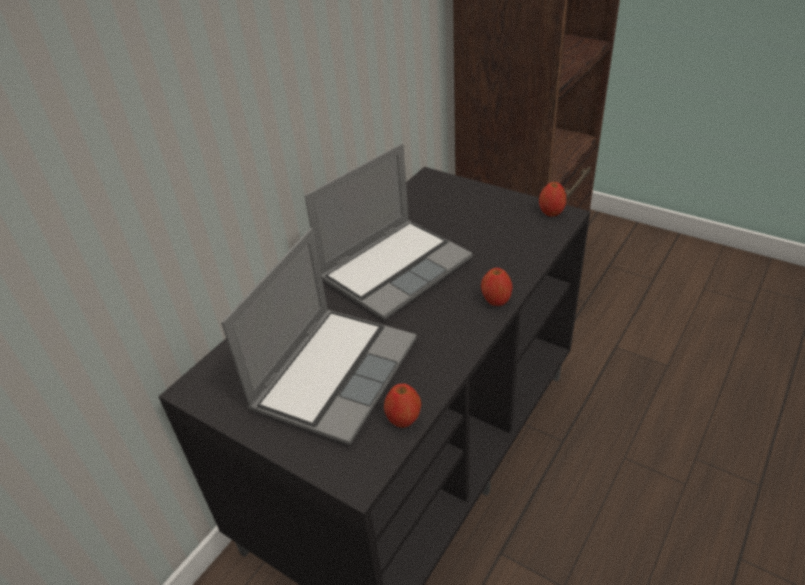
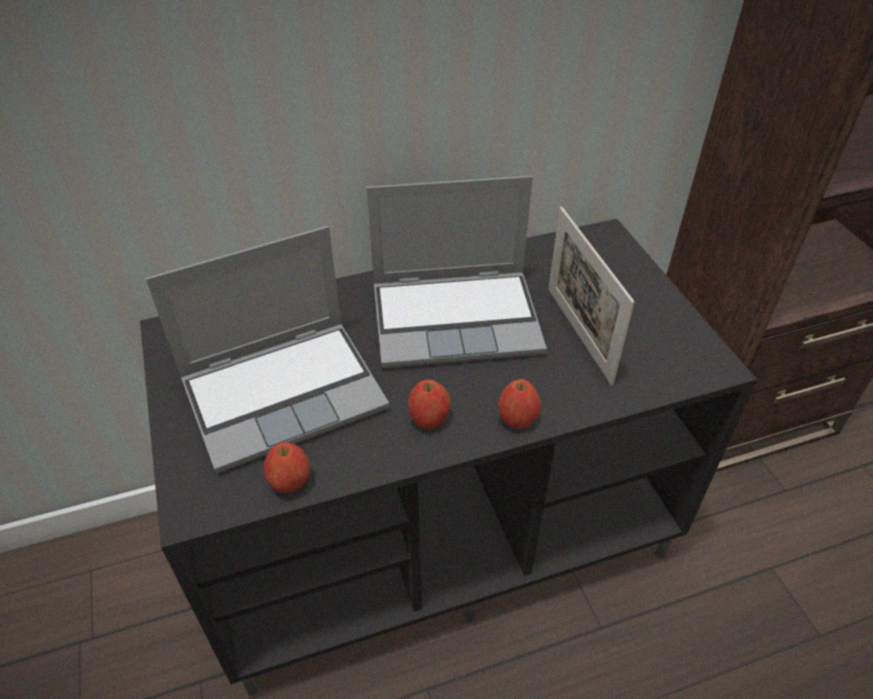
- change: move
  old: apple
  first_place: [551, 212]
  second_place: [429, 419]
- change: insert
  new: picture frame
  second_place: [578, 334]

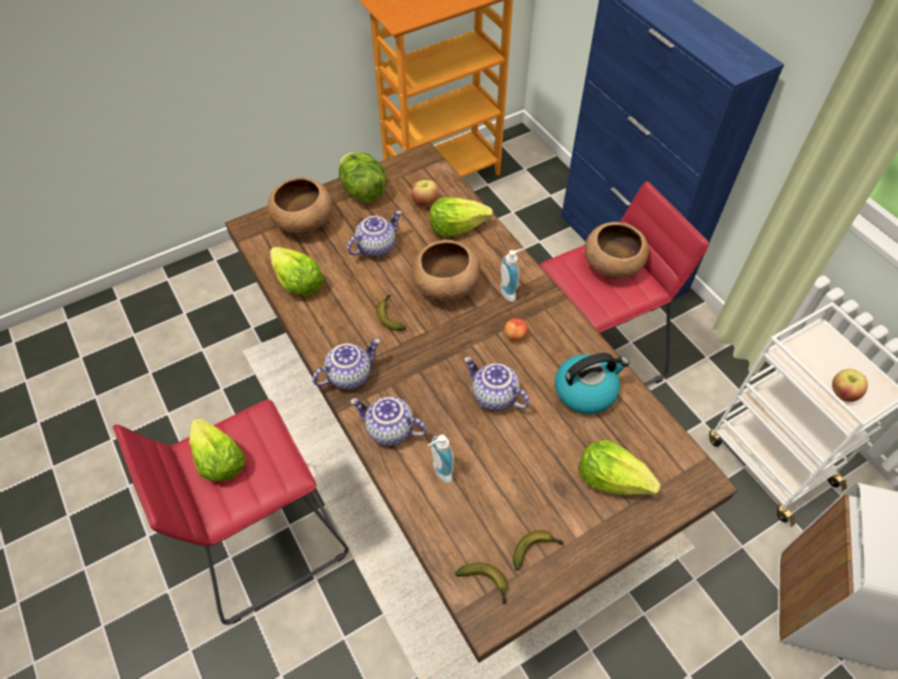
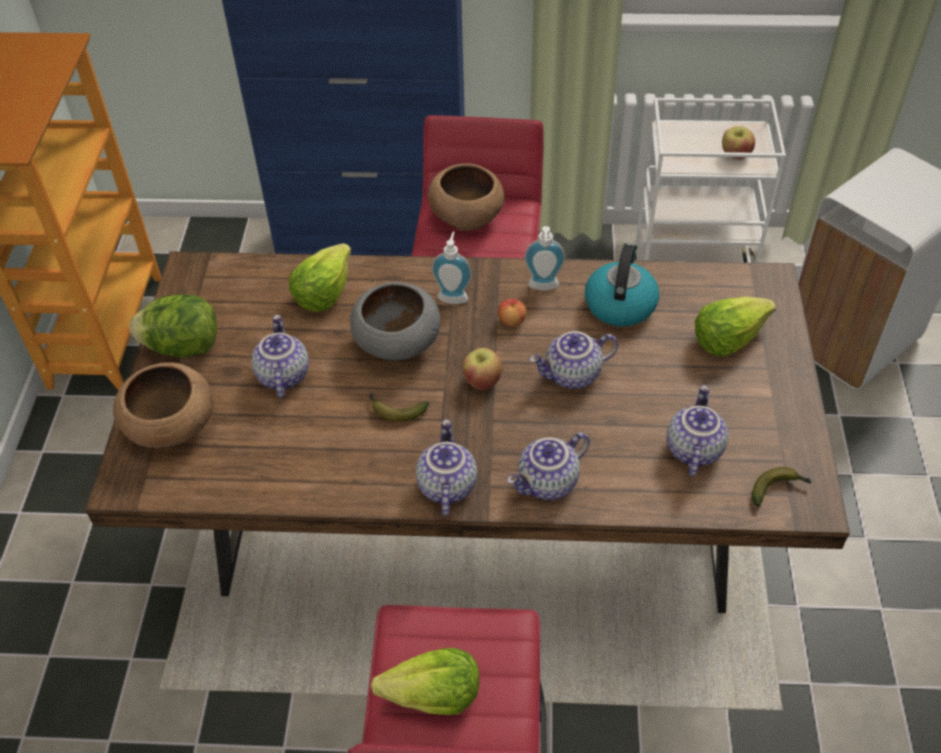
- change: delete
  old: lettuce
  first_place: [297, 282]
- change: move
  old: apple
  first_place: [425, 202]
  second_place: [482, 381]
- change: recolor
  old: brown bowl
  new: grey bowl
  first_place: [445, 286]
  second_place: [397, 343]
- change: move
  old: soap dispenser
  first_place: [439, 472]
  second_place: [543, 287]
- change: delete
  old: banana
  first_place: [536, 550]
- change: insert
  new: teapot
  second_place: [692, 449]

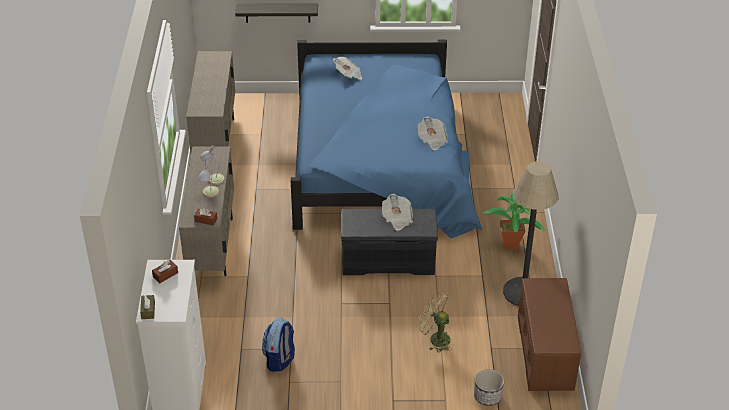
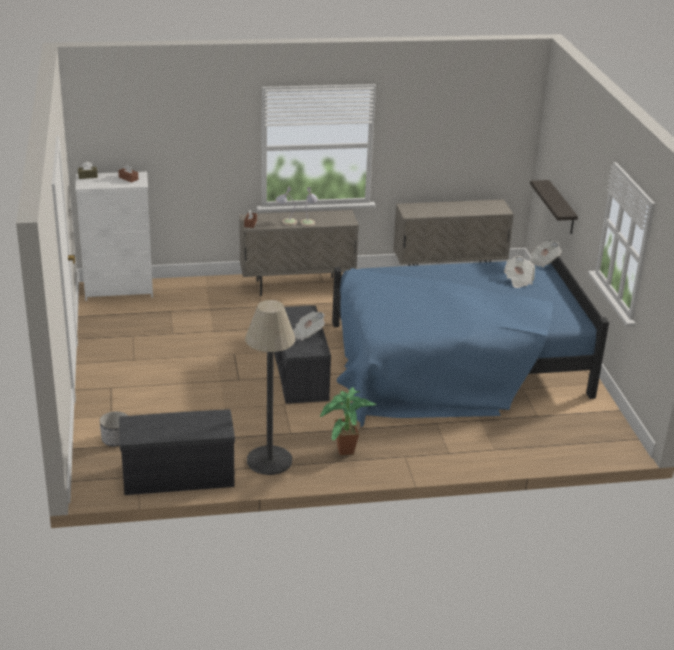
- change: delete
  old: backpack
  first_place: [279, 359]
- change: move
  old: newspaper
  first_place: [432, 140]
  second_place: [542, 261]
- change: delete
  old: green fan
  first_place: [435, 338]
- change: recolor
  old: brown bench
  new: grey bench
  first_place: [546, 353]
  second_place: [177, 476]

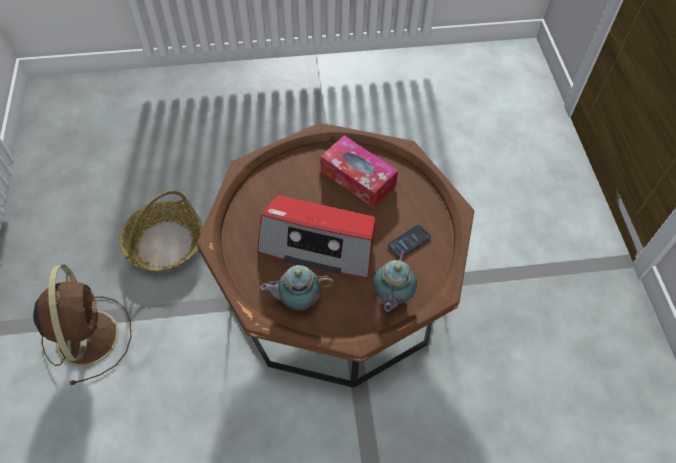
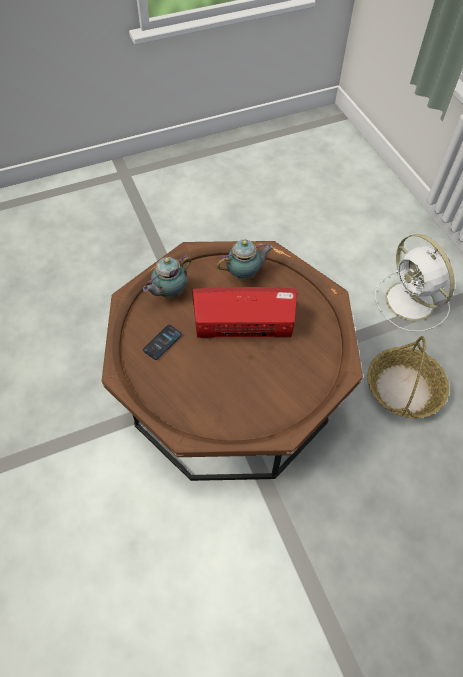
- change: recolor
  old: brown fan
  new: white fan
  first_place: [87, 335]
  second_place: [411, 303]
- change: delete
  old: tissue box
  first_place: [358, 178]
- change: rotate
  old: teapot
  first_place: [391, 297]
  second_place: [169, 293]
  degrees: -135

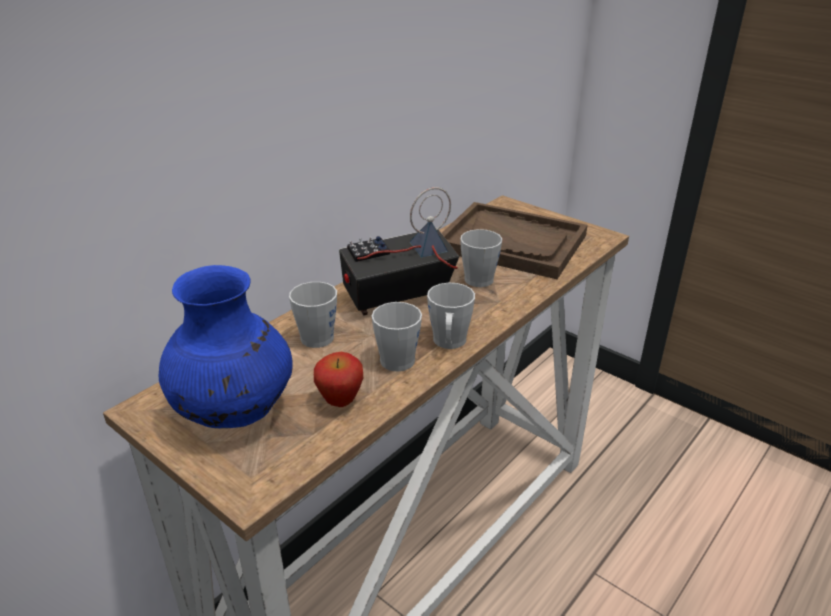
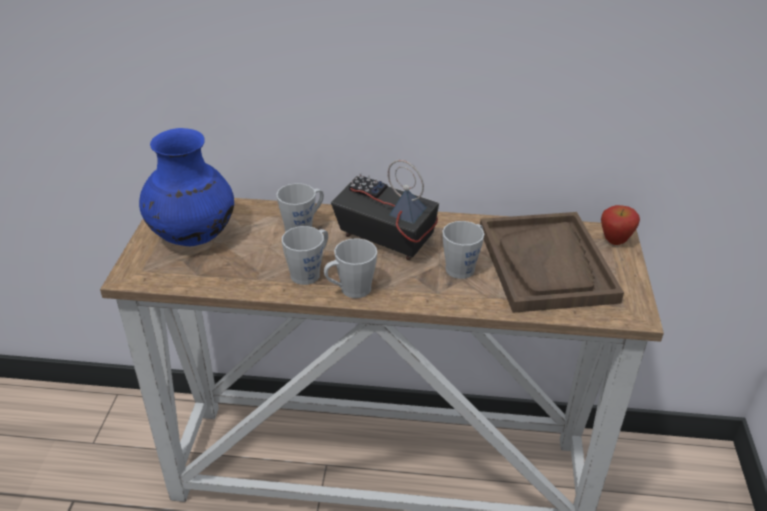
- change: move
  old: apple
  first_place: [340, 402]
  second_place: [614, 241]

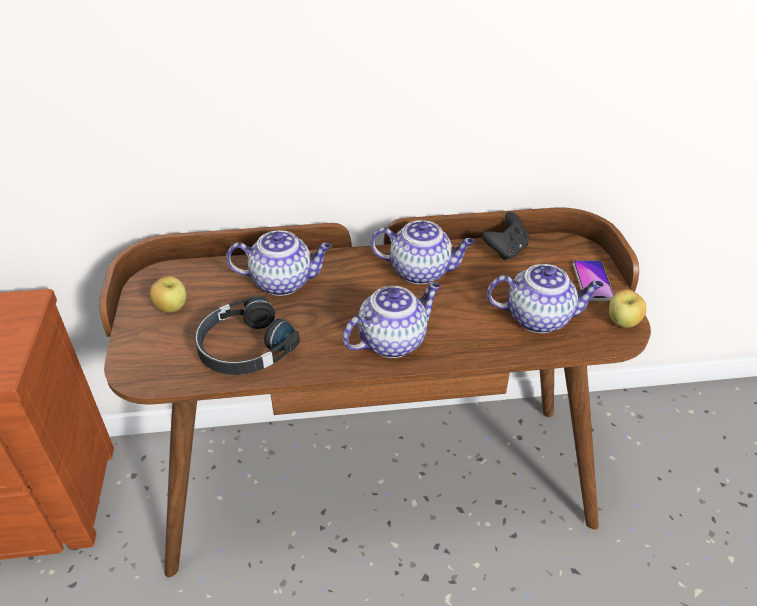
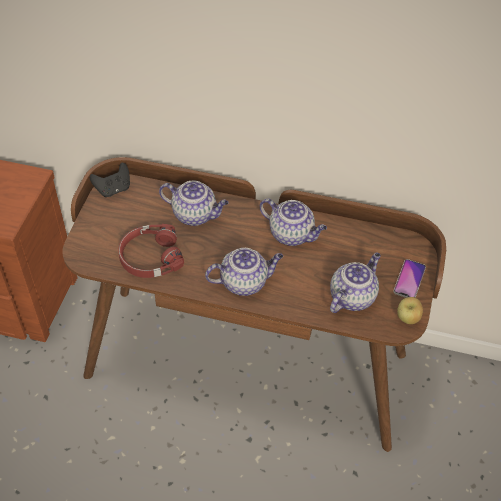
- change: delete
  old: apple
  first_place: [172, 308]
- change: recolor
  old: black headphones
  new: red headphones
  first_place: [244, 348]
  second_place: [150, 257]
- change: move
  old: black game controller
  first_place: [506, 250]
  second_place: [113, 189]
- change: rotate
  old: teapot
  first_place: [539, 318]
  second_place: [352, 296]
  degrees: -75

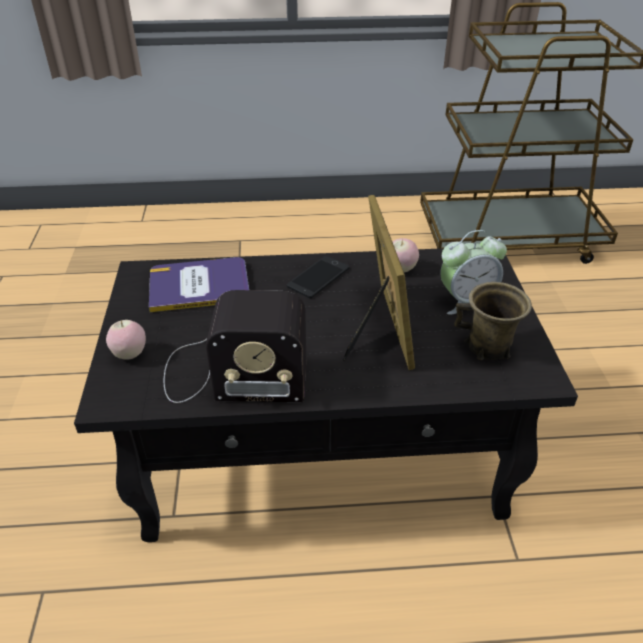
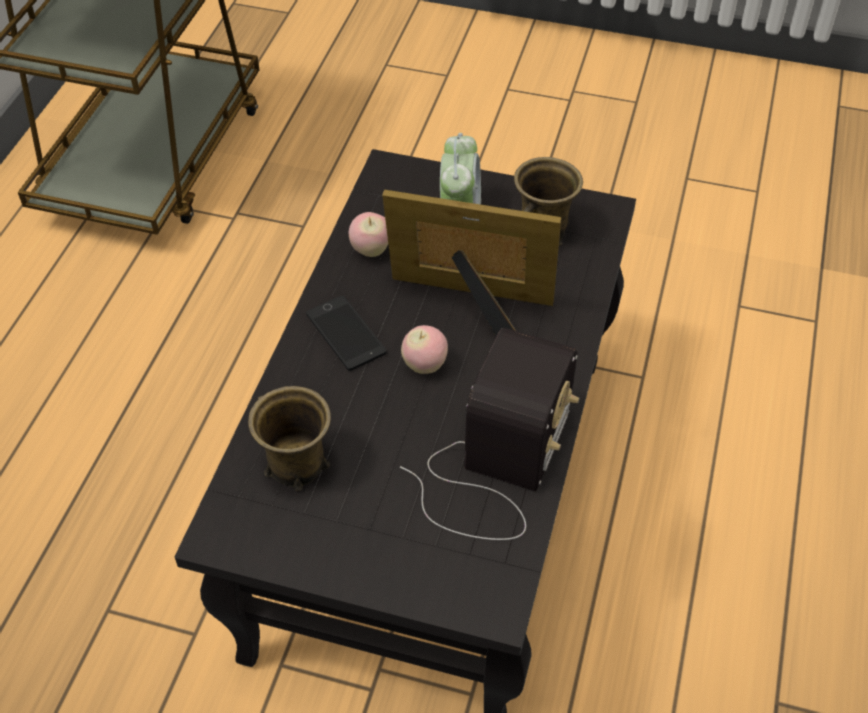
- change: move
  old: apple
  first_place: [130, 354]
  second_place: [424, 365]
- change: replace
  old: book
  new: brown mug
  first_place: [199, 285]
  second_place: [295, 465]

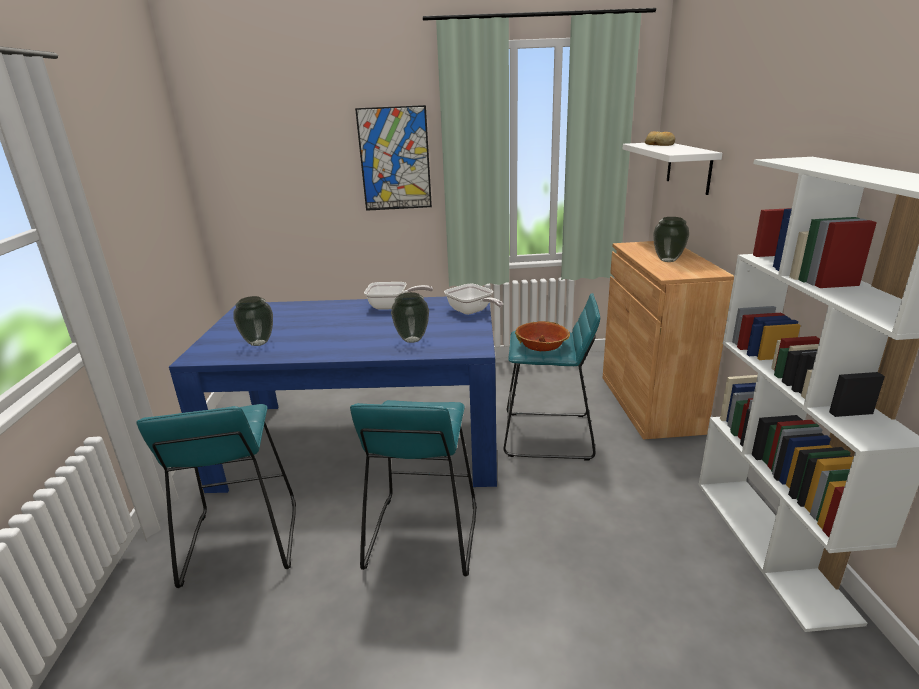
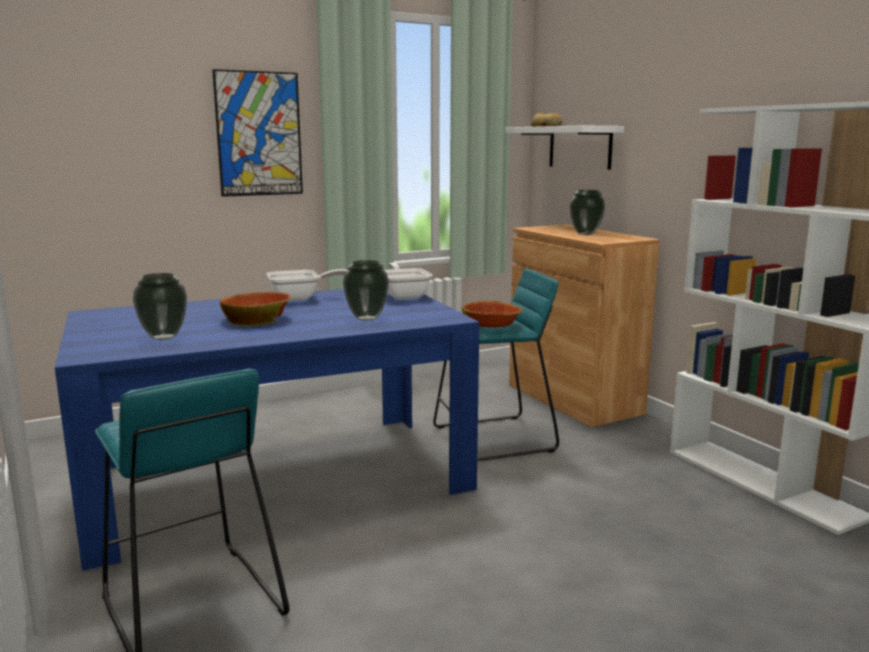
- change: delete
  old: turquoise stool
  first_place: [422, 535]
- change: rotate
  old: frying pan
  first_place: [472, 312]
  second_place: [404, 295]
  degrees: -135
- change: insert
  new: bowl
  second_place: [257, 319]

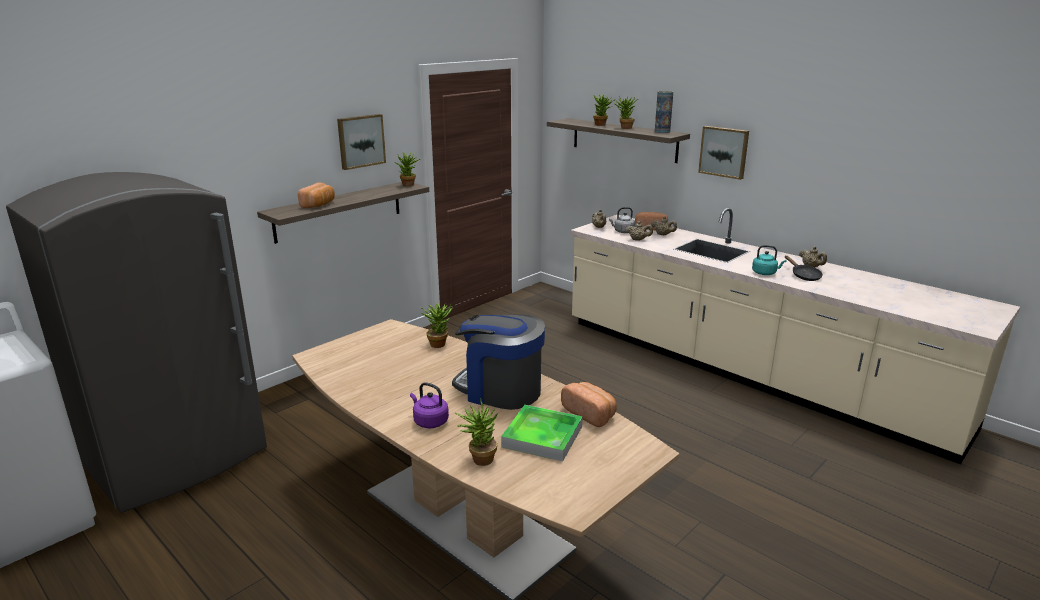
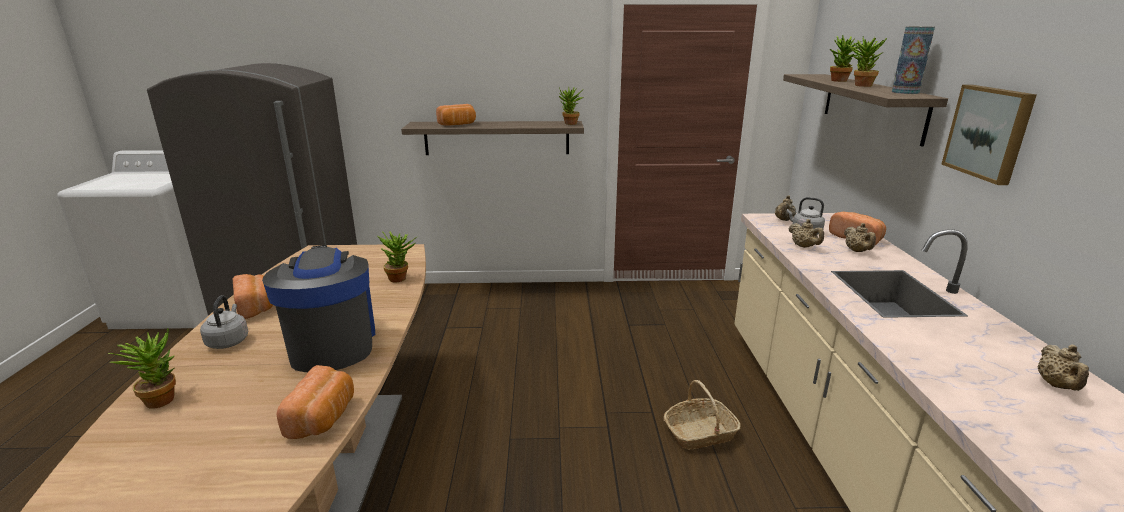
- change: delete
  old: picture
  first_place: [360, 141]
- change: recolor
  old: purple kettle
  new: grey kettle
  first_place: [429, 421]
  second_place: [228, 341]
- change: delete
  old: tray
  first_place: [542, 436]
- change: delete
  old: turquoise kettle
  first_place: [765, 273]
- change: delete
  old: black frying pan
  first_place: [803, 276]
- change: insert
  new: bread
  second_place: [257, 307]
- change: insert
  new: basket
  second_place: [700, 433]

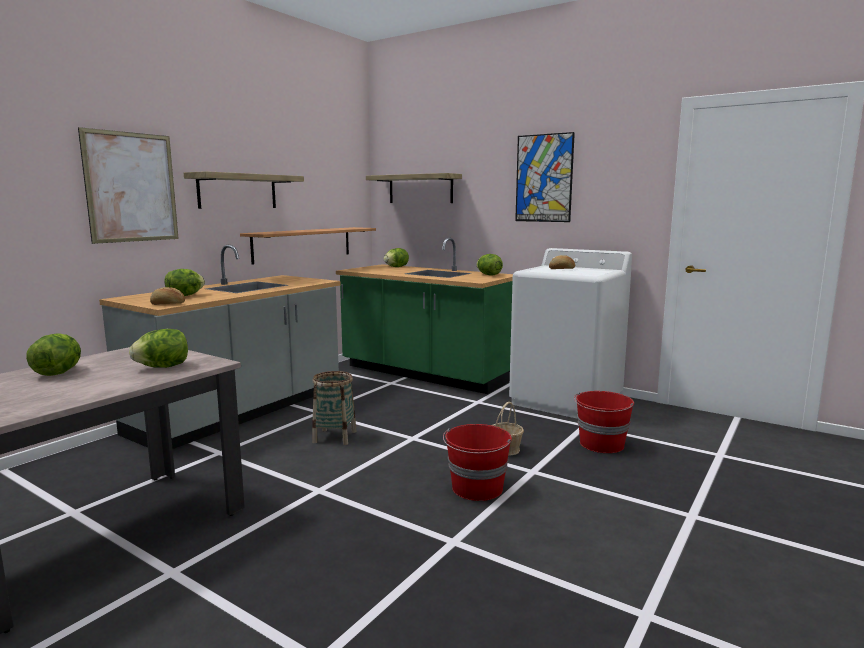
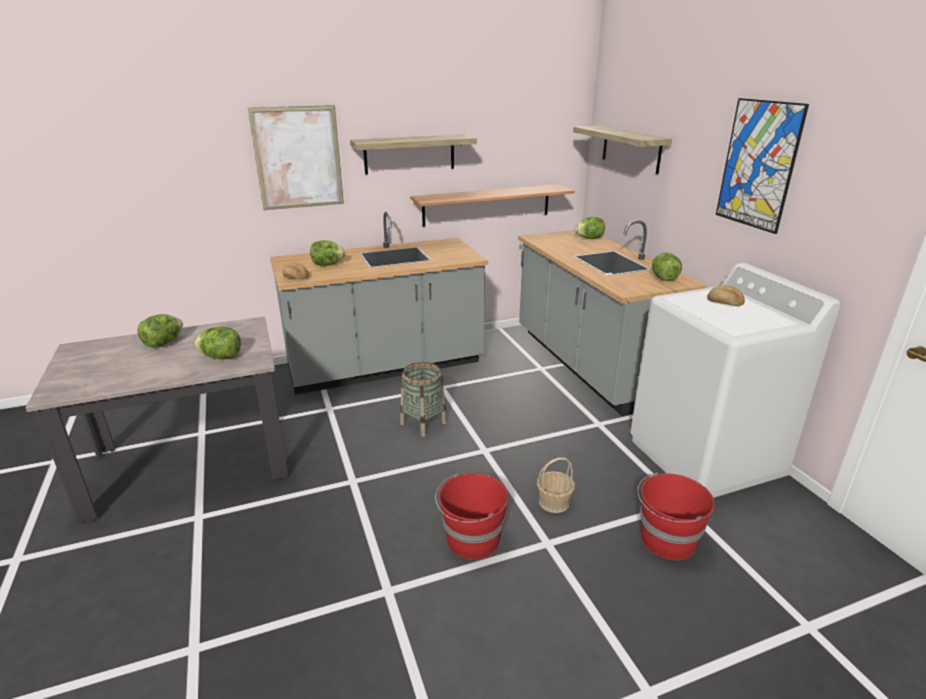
- change: recolor
  old: green counter
  new: grey counter
  first_place: [425, 373]
  second_place: [589, 364]

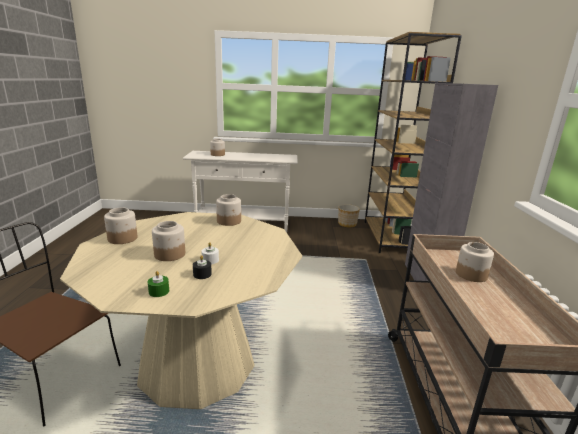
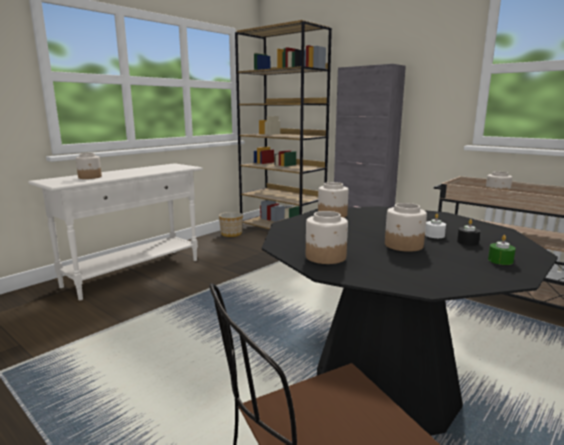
- change: recolor
  old: beige dining table
  new: black dining table
  first_place: [197, 362]
  second_place: [385, 386]

